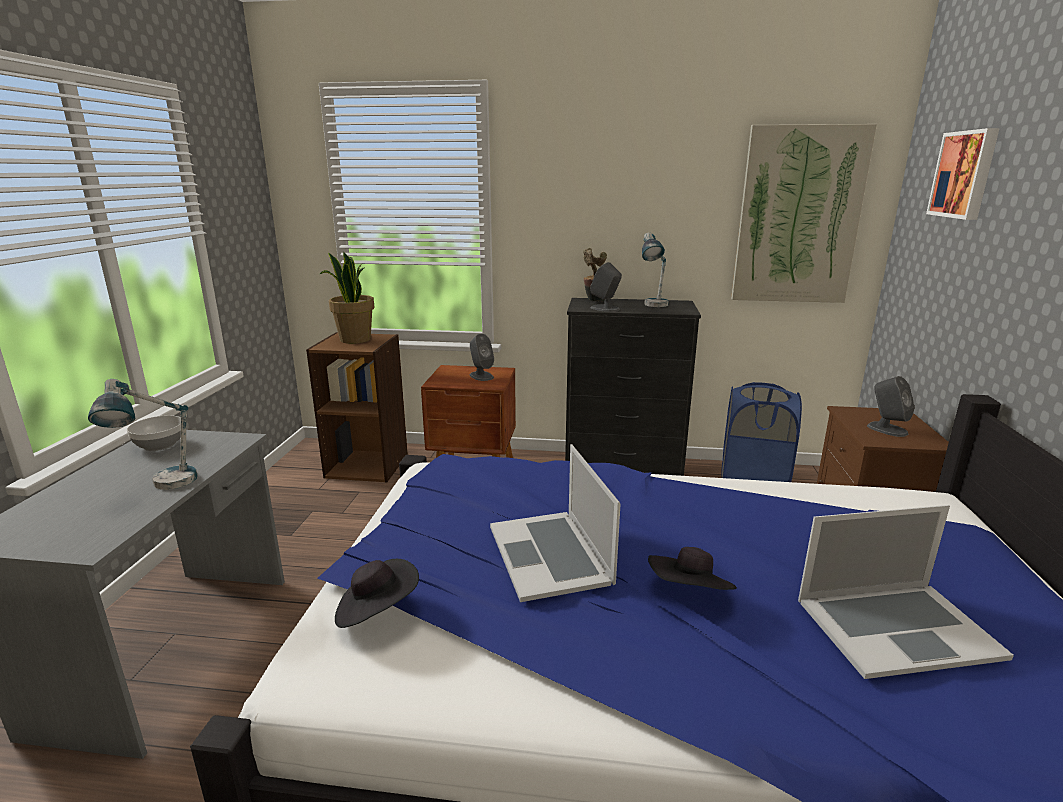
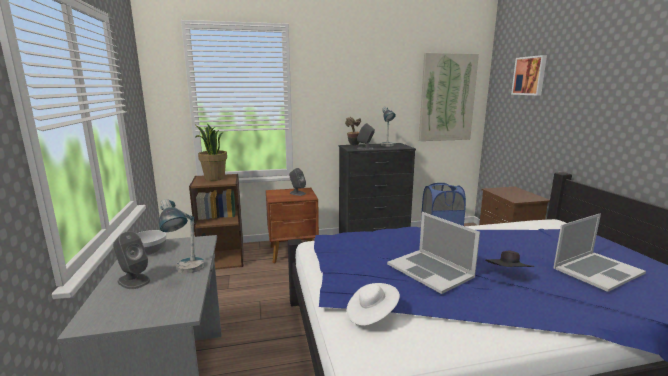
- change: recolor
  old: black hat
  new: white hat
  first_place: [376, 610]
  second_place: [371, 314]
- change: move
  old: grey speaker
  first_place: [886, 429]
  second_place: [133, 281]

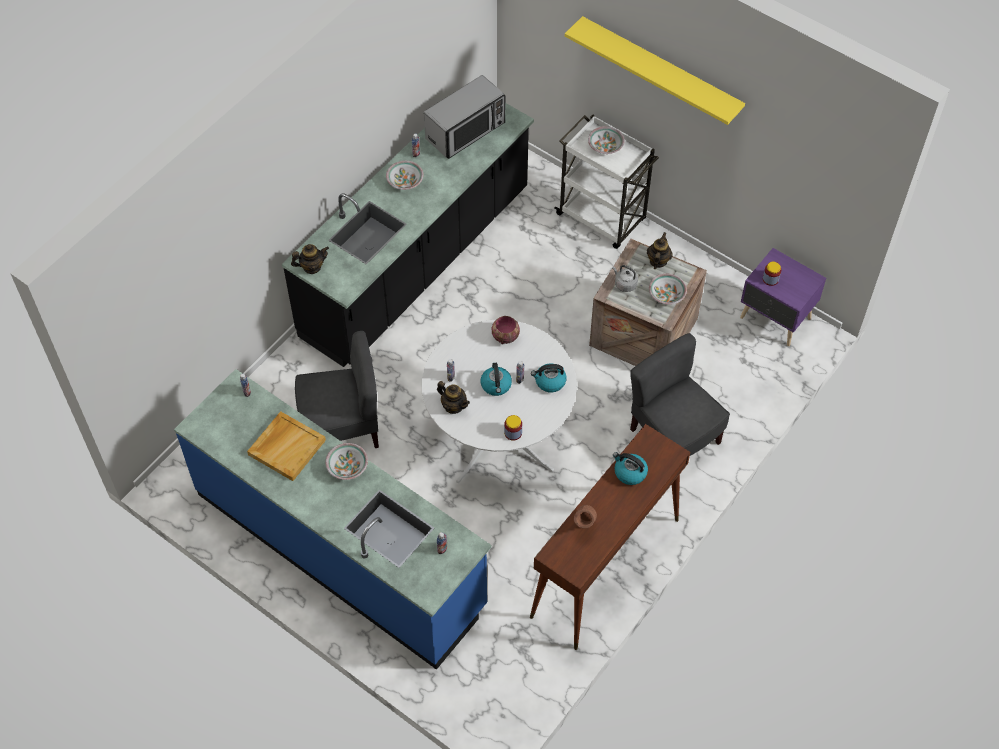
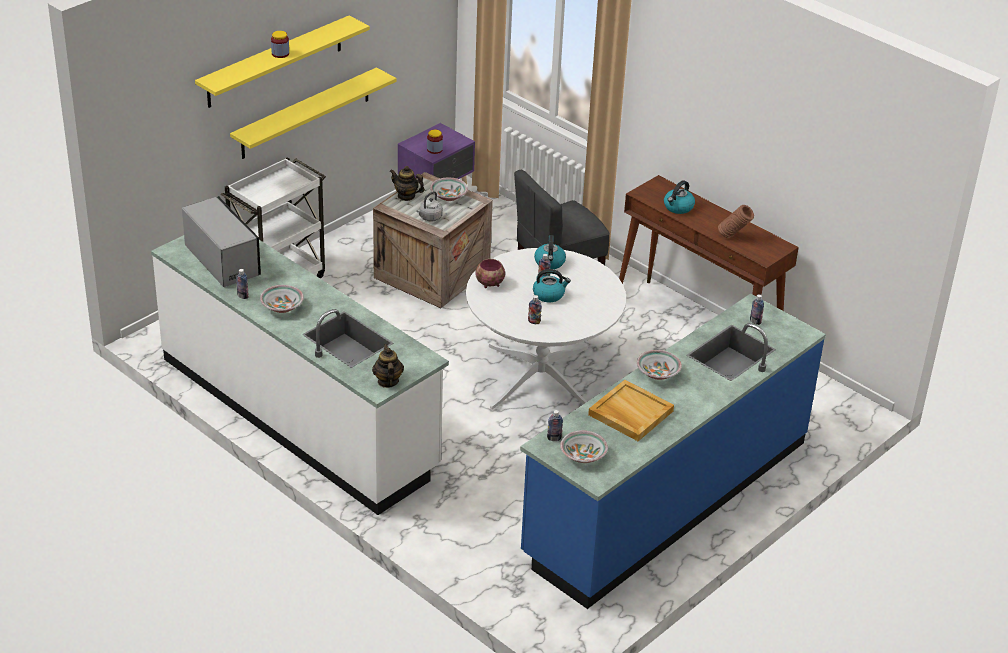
- change: recolor
  old: black counter
  new: white counter
  first_place: [417, 264]
  second_place: [299, 413]
- change: delete
  old: grey chair
  first_place: [342, 429]
- change: delete
  old: teapot
  first_place: [453, 406]
- change: move
  old: jar
  first_place: [513, 433]
  second_place: [280, 54]
- change: move
  old: bowl
  first_place: [605, 147]
  second_place: [583, 456]
- change: insert
  new: yellow shelf
  second_place: [305, 114]

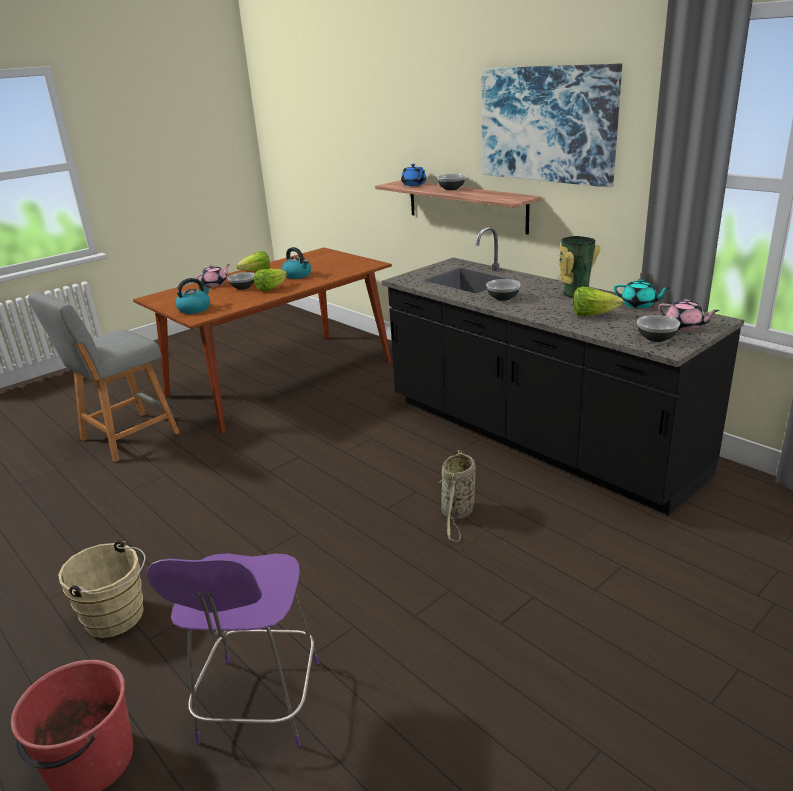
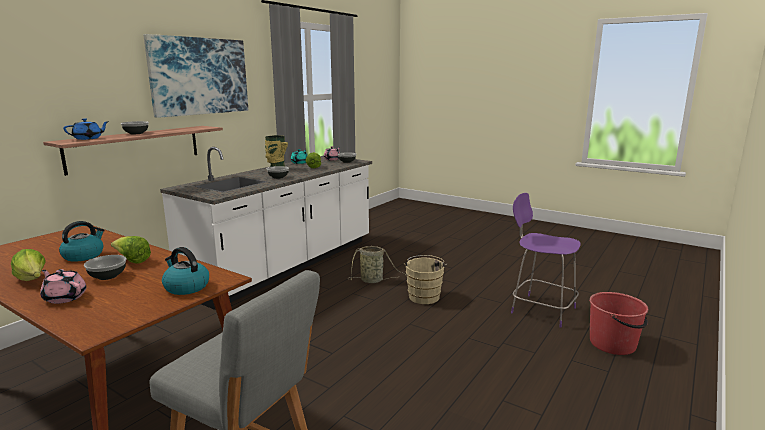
- change: move
  old: beige bucket
  first_place: [118, 618]
  second_place: [424, 296]
- change: rotate
  old: purple chair
  first_place: [259, 705]
  second_place: [541, 309]
  degrees: -135
- change: recolor
  old: black counter
  new: white counter
  first_place: [536, 438]
  second_place: [286, 265]

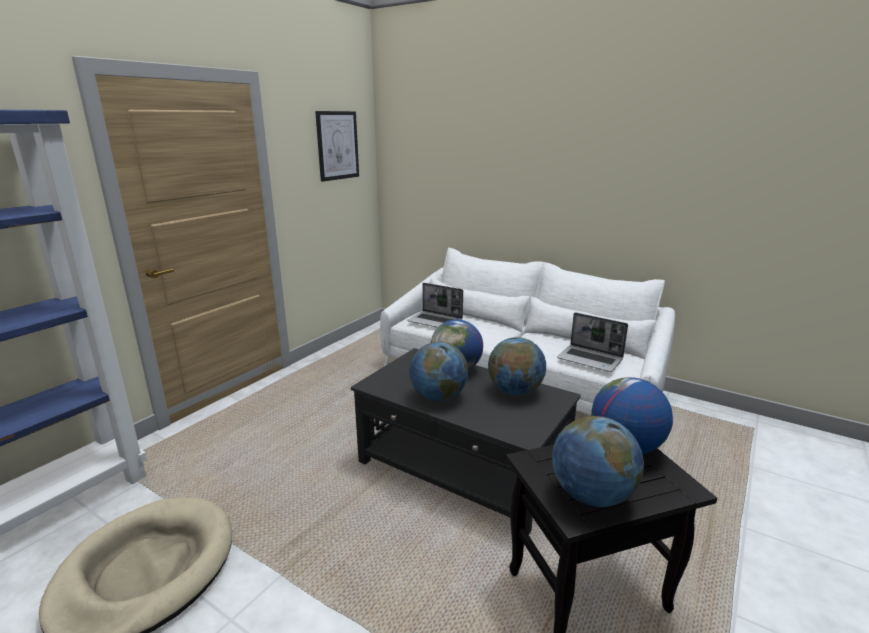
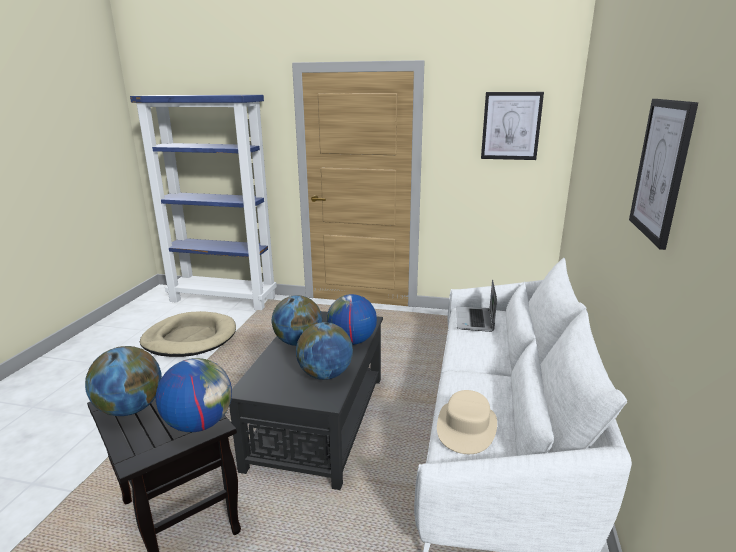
- change: replace
  old: laptop
  new: beige hat
  first_place: [590, 359]
  second_place: [466, 427]
- change: insert
  new: picture
  second_place: [661, 170]

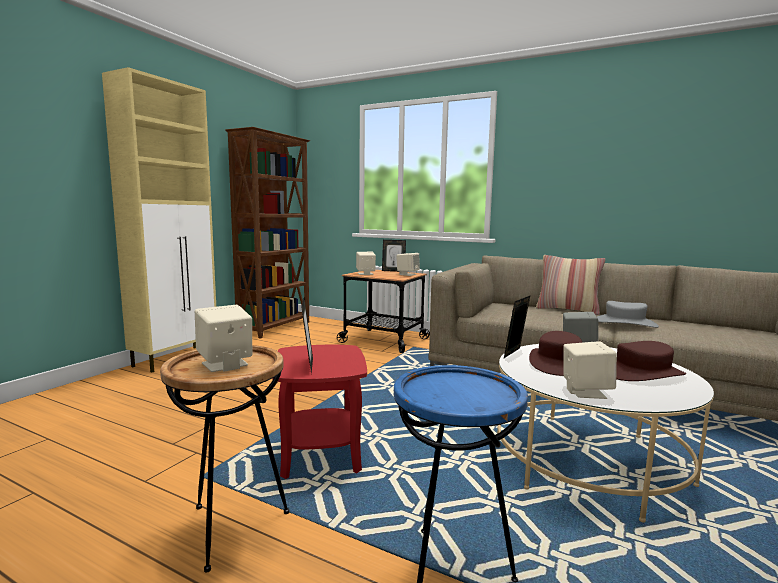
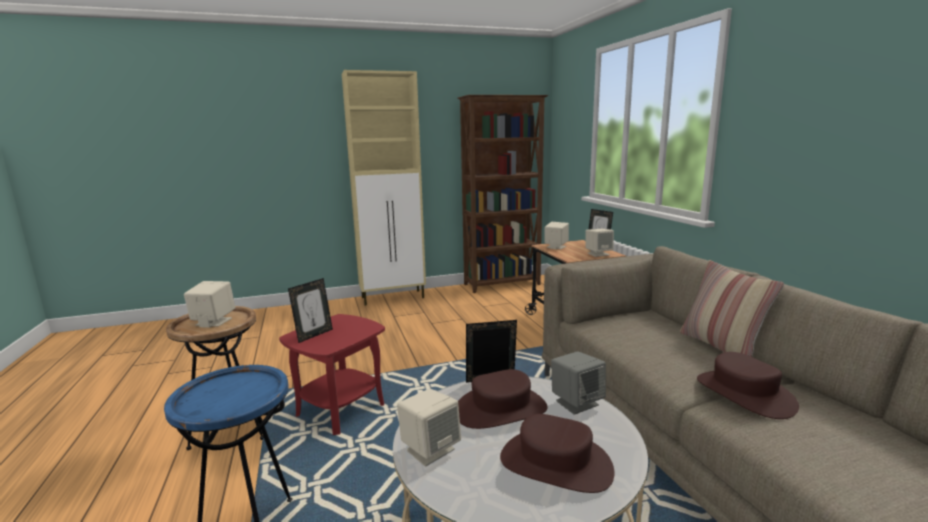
- change: recolor
  old: grey hat
  new: brown hat
  first_place: [624, 323]
  second_place: [743, 394]

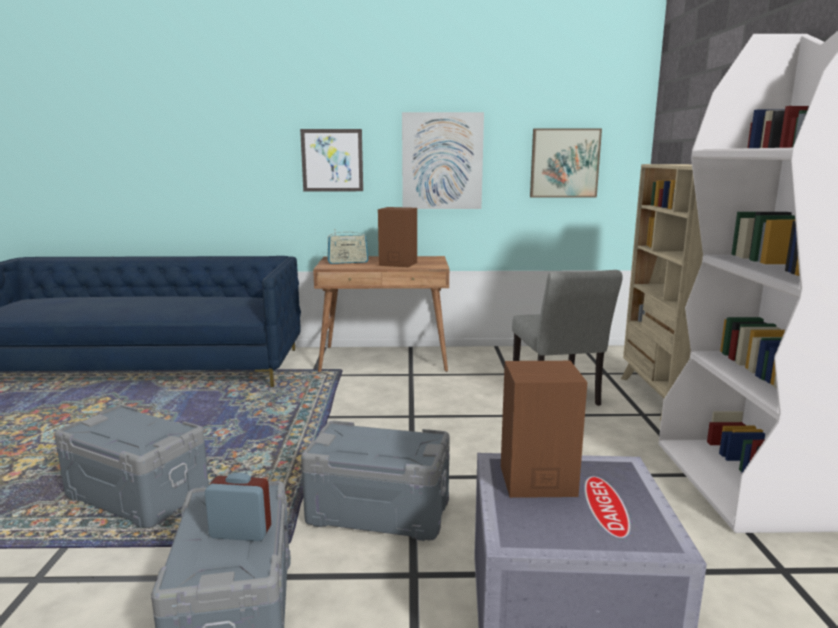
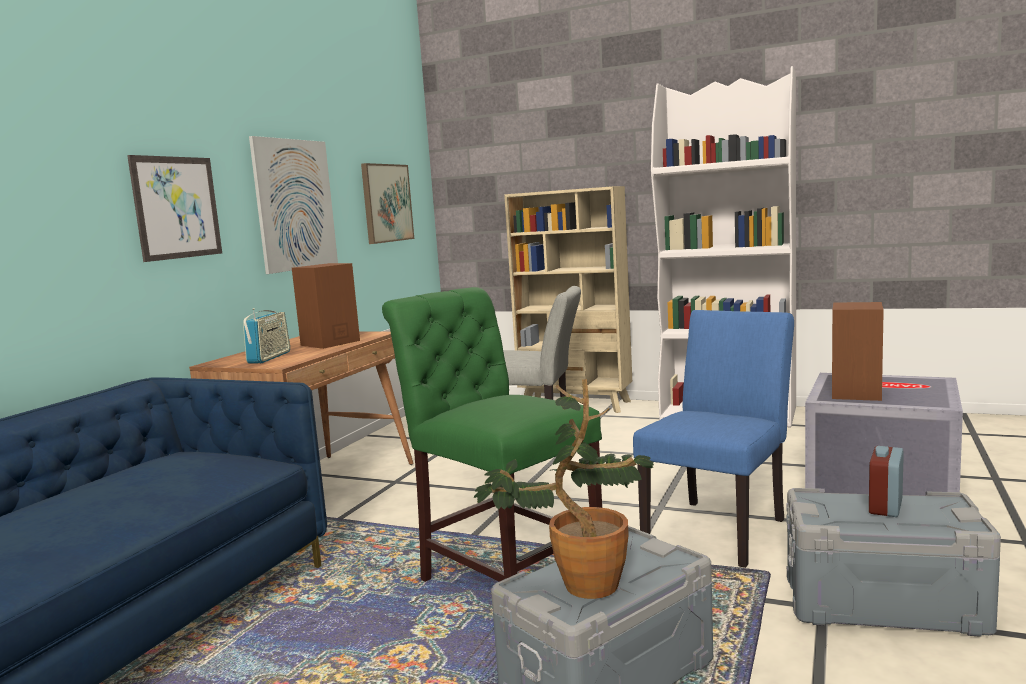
- change: replace
  old: grey storage box
  new: blue chair
  first_place: [378, 511]
  second_place: [720, 527]
- change: insert
  new: green chair
  second_place: [505, 576]
- change: insert
  new: potted plant
  second_place: [577, 584]

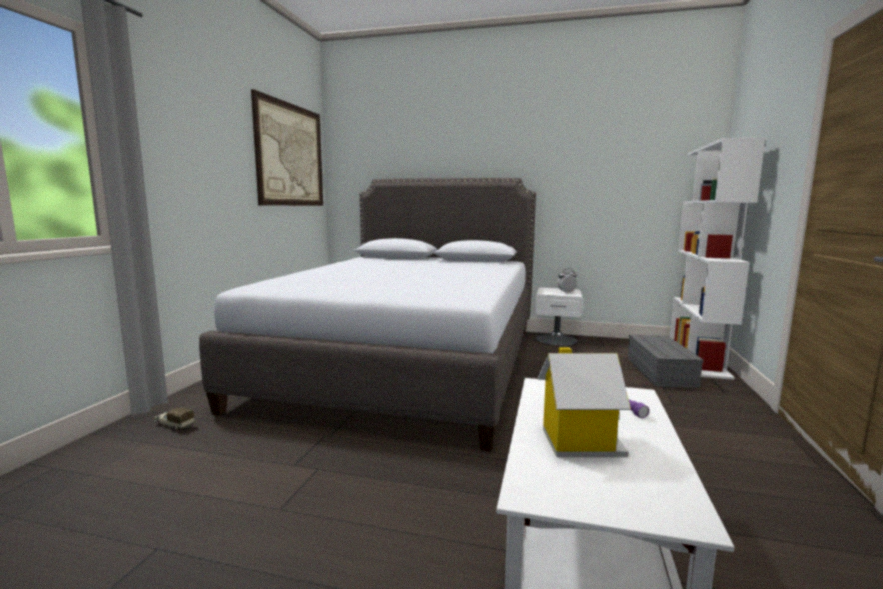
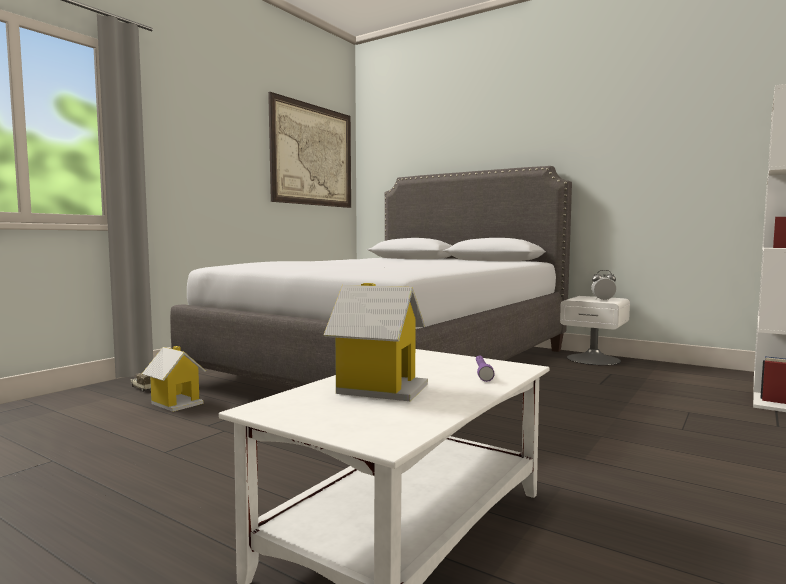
- change: delete
  old: grey storage box
  first_place: [662, 372]
- change: insert
  new: toy house
  second_place: [176, 403]

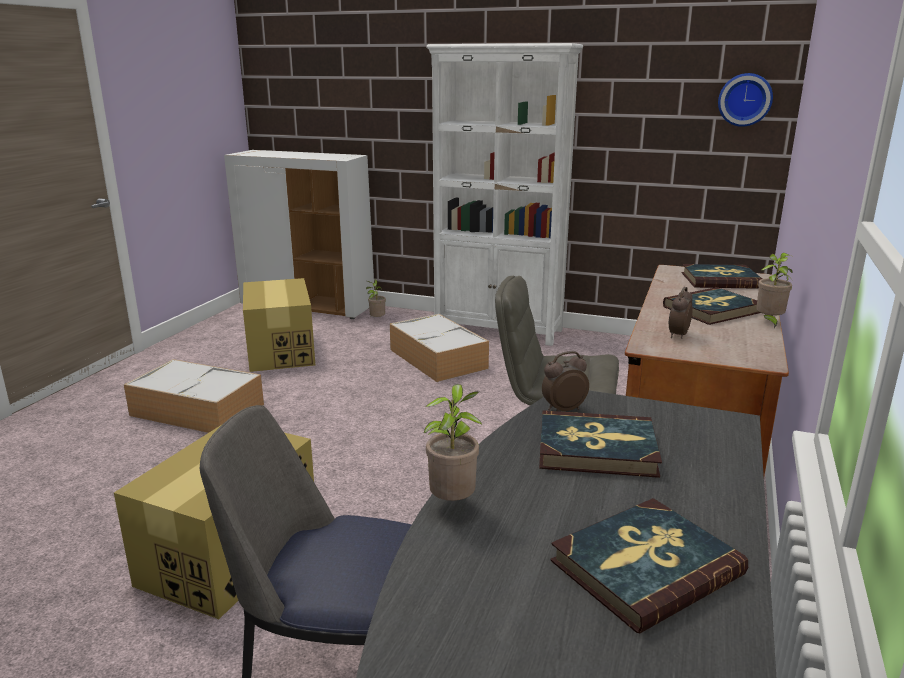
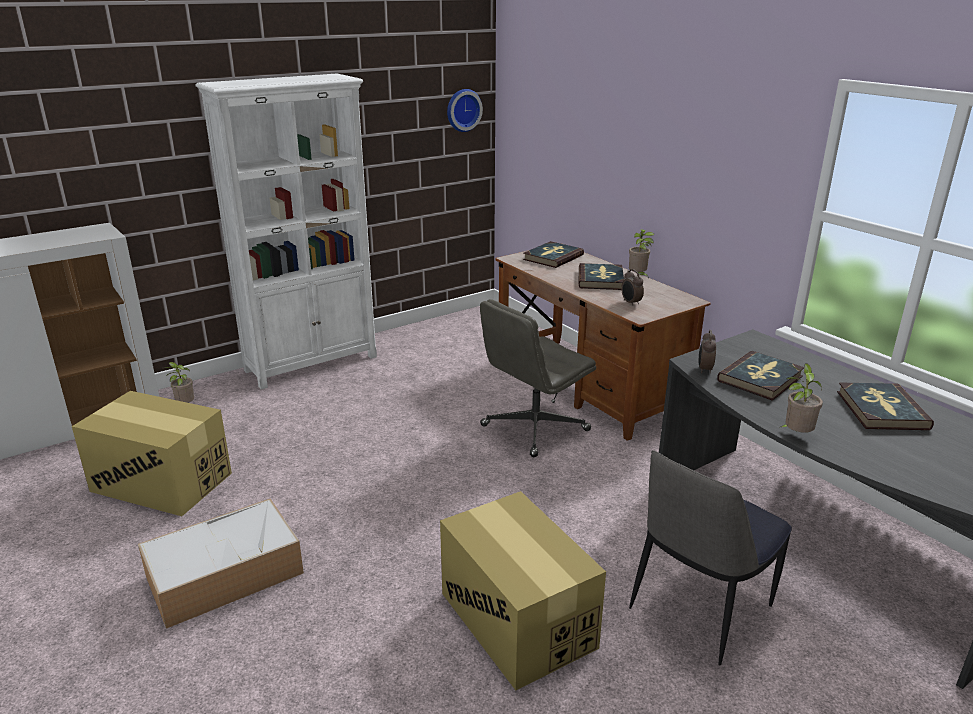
- change: delete
  old: storage box
  first_place: [439, 359]

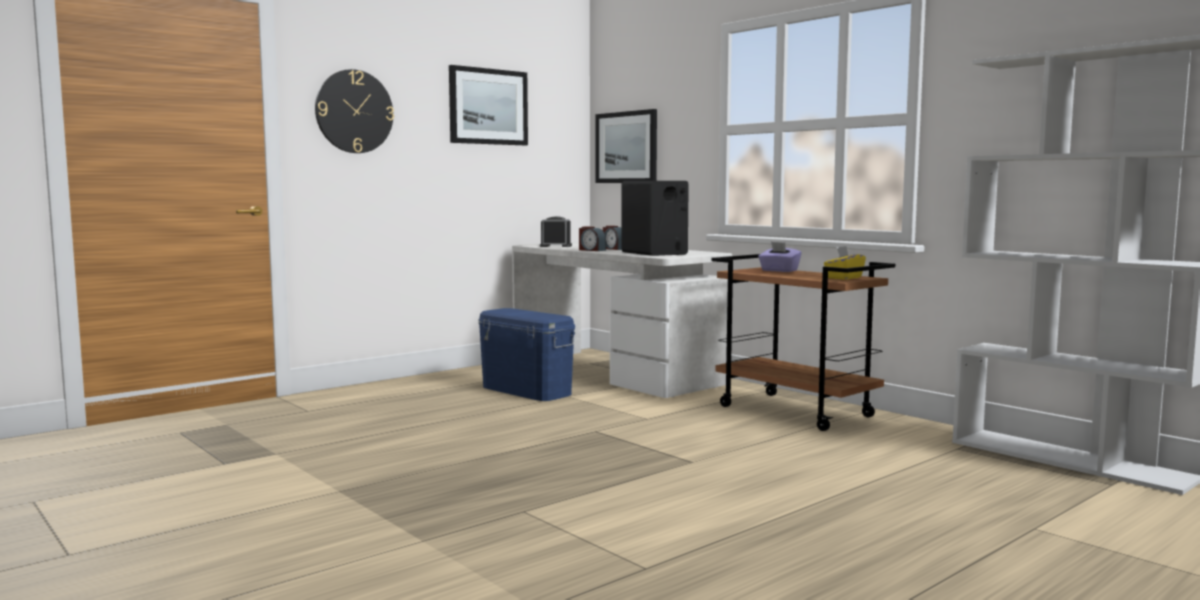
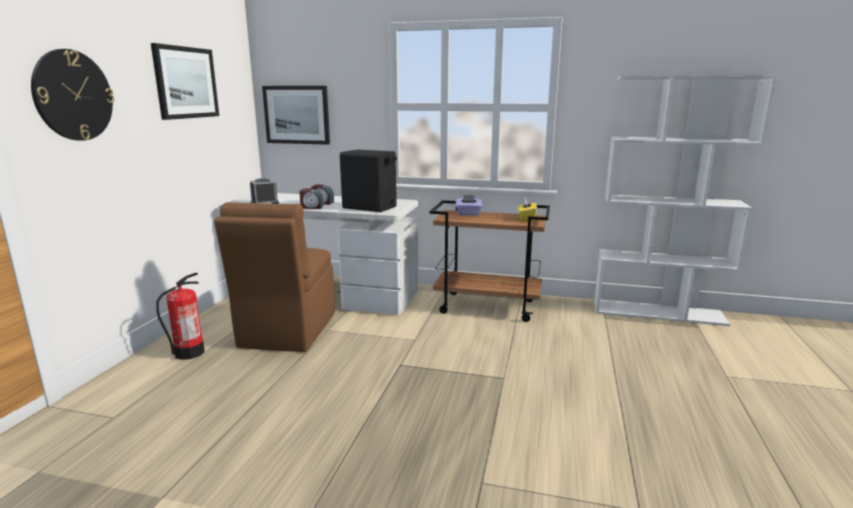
- change: replace
  old: blue storage box
  new: brown chair
  first_place: [526, 390]
  second_place: [287, 331]
- change: insert
  new: fire extinguisher
  second_place: [189, 353]

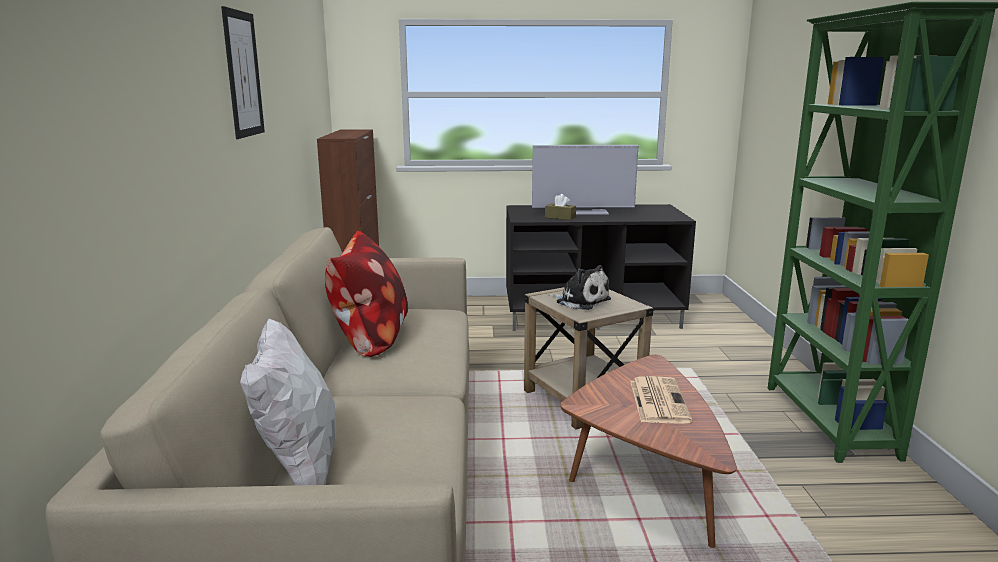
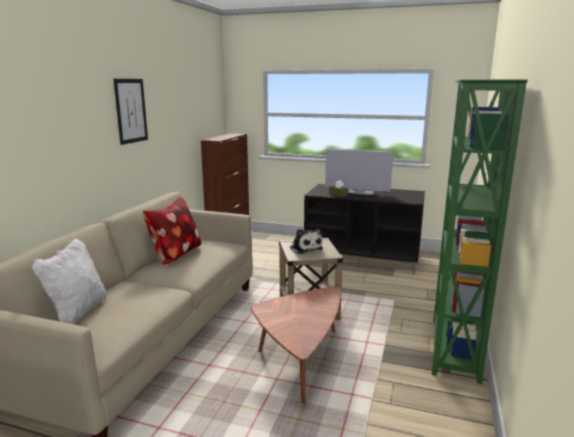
- change: delete
  old: newspaper
  first_place: [658, 400]

